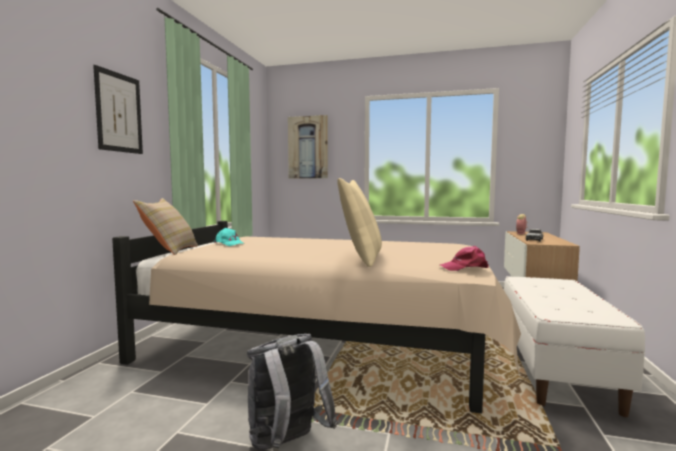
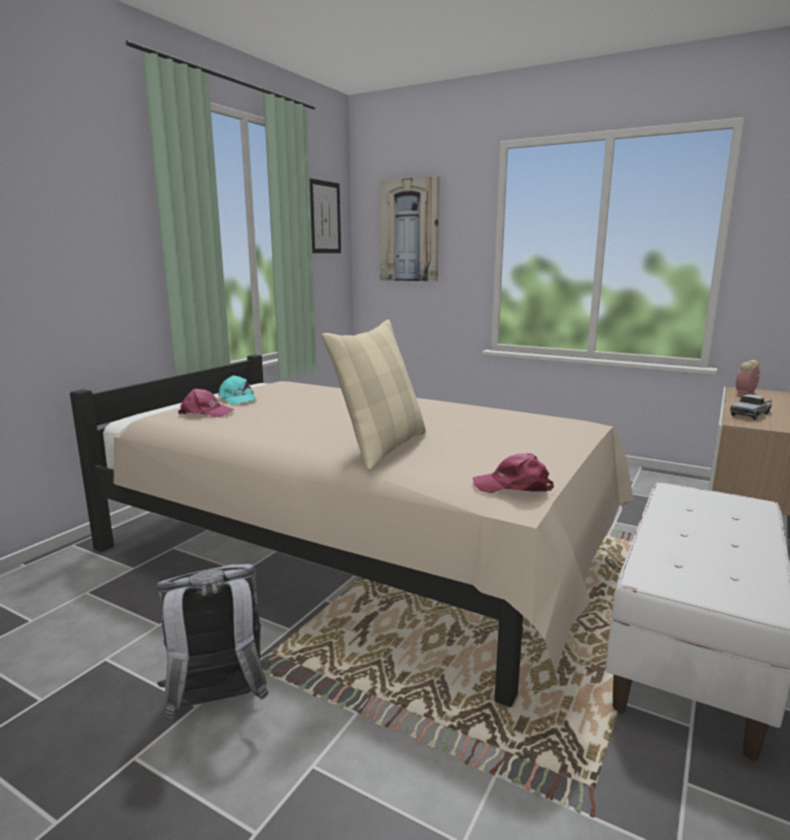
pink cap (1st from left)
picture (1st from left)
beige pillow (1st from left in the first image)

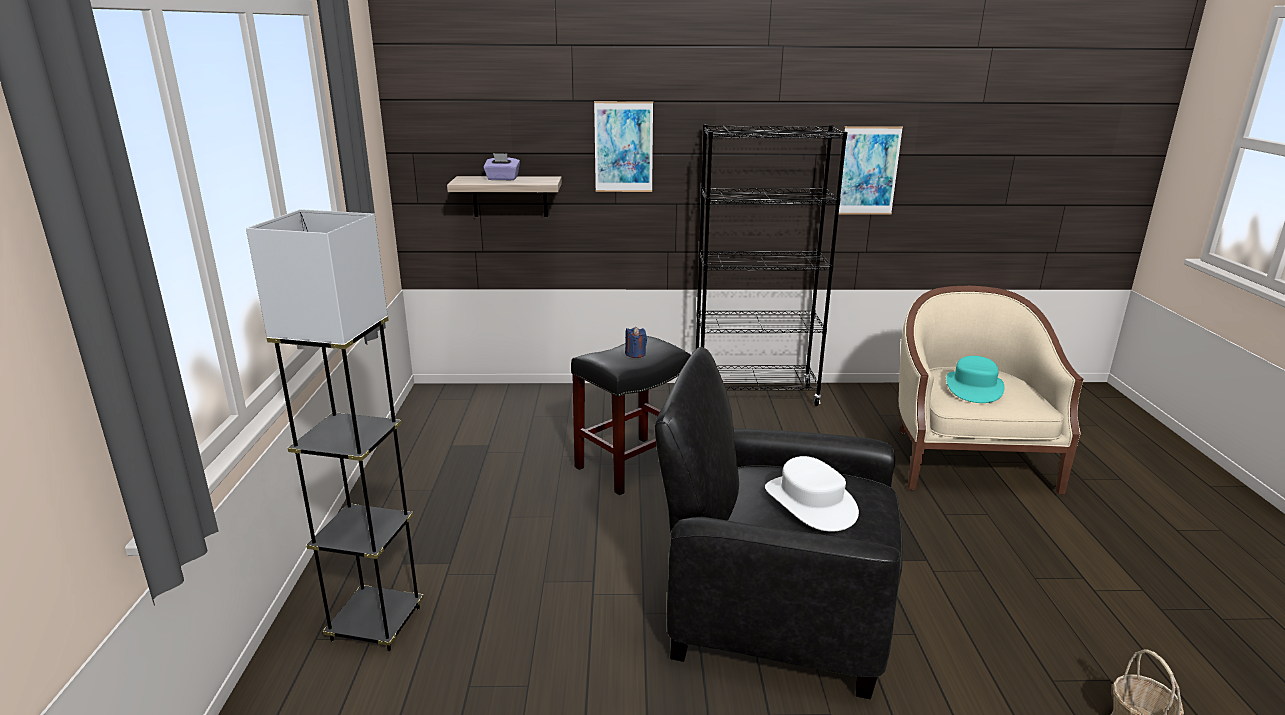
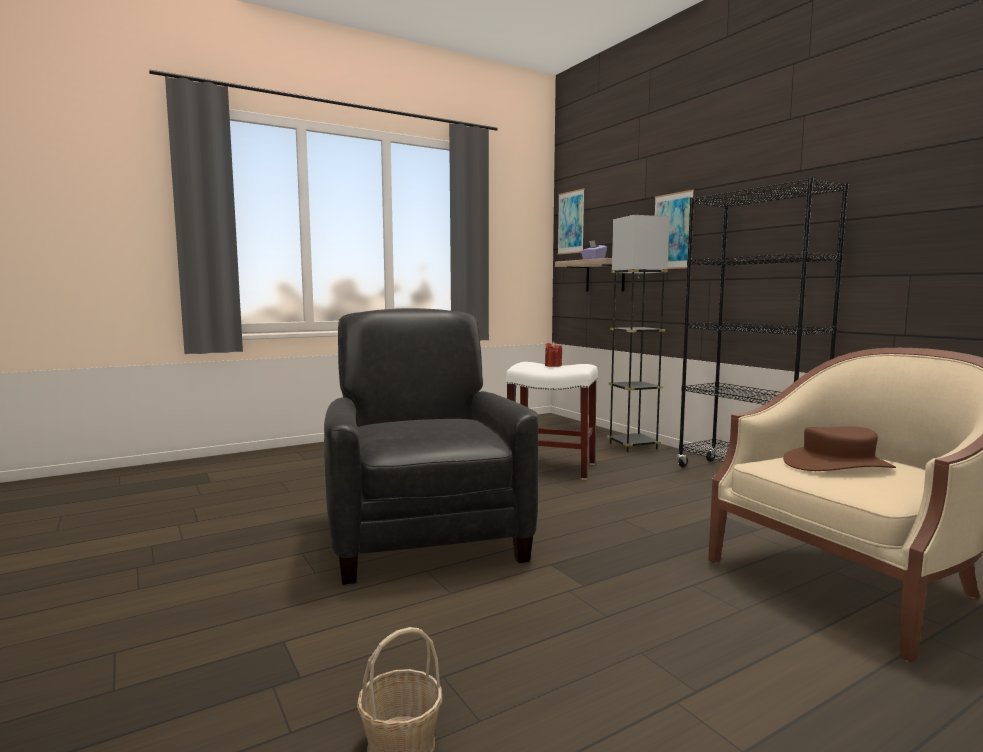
white stool
red candle
picture (1st from left)
grey floor lamp
brown hat
white hat

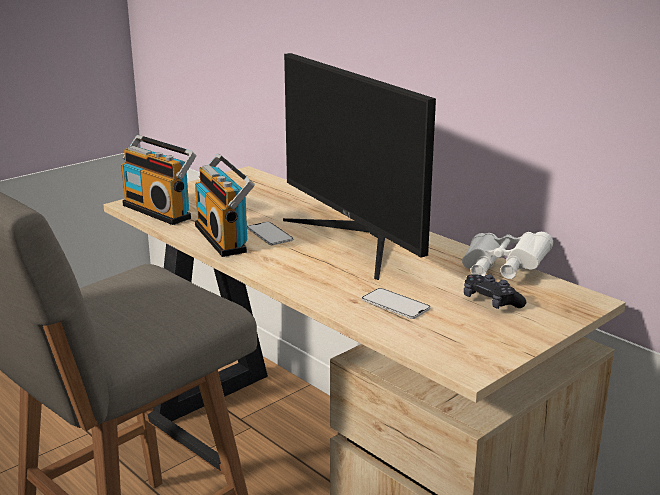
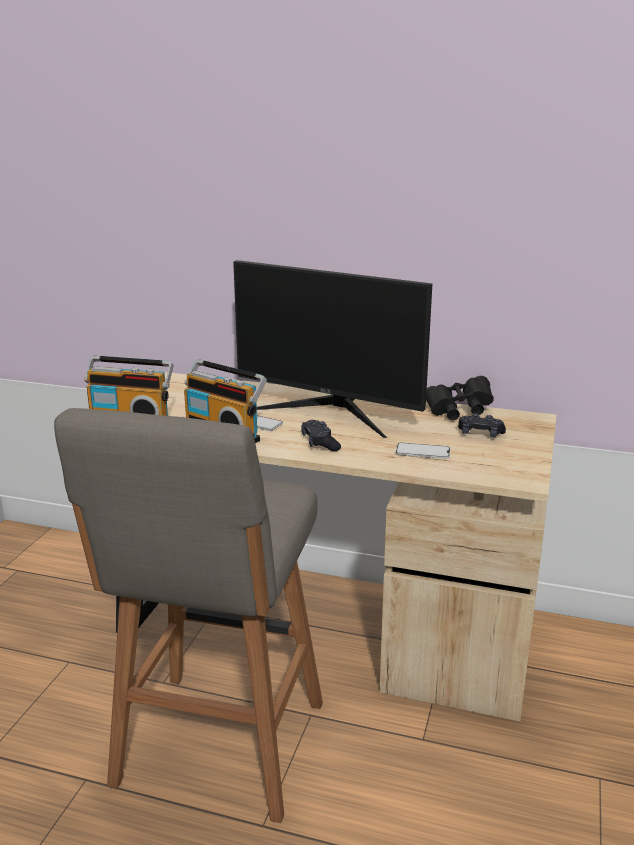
black game controller (1st from left)
black binoculars

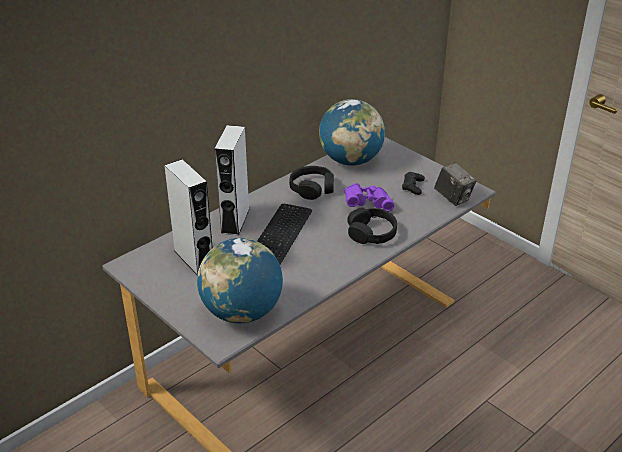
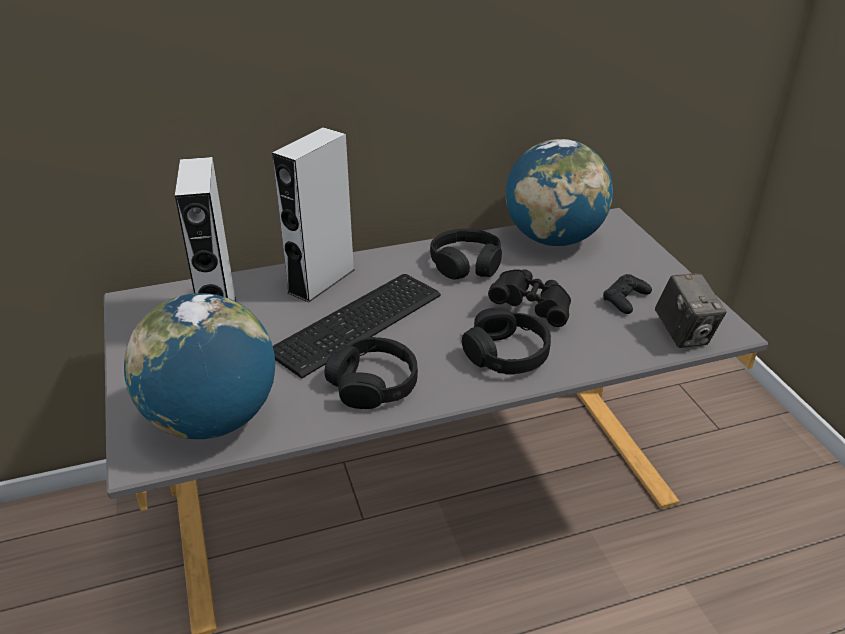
black headphones (1st from left)
black binoculars

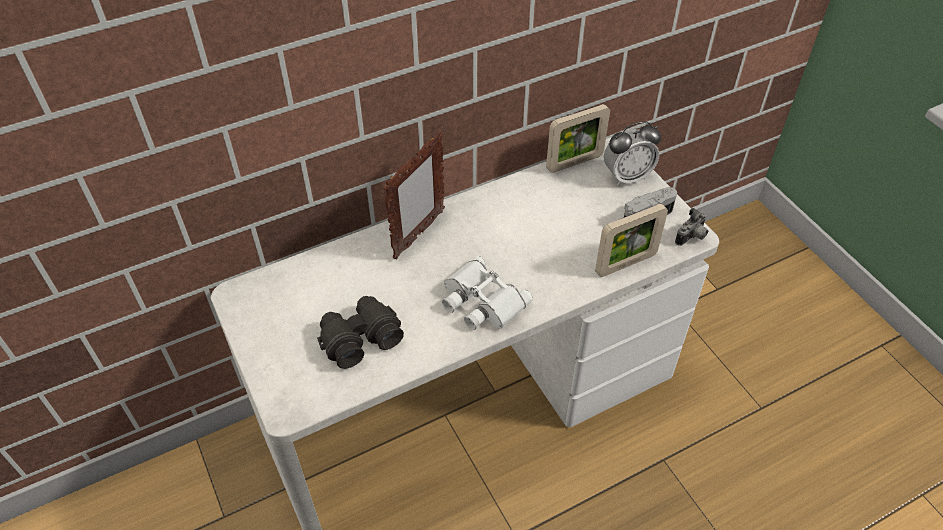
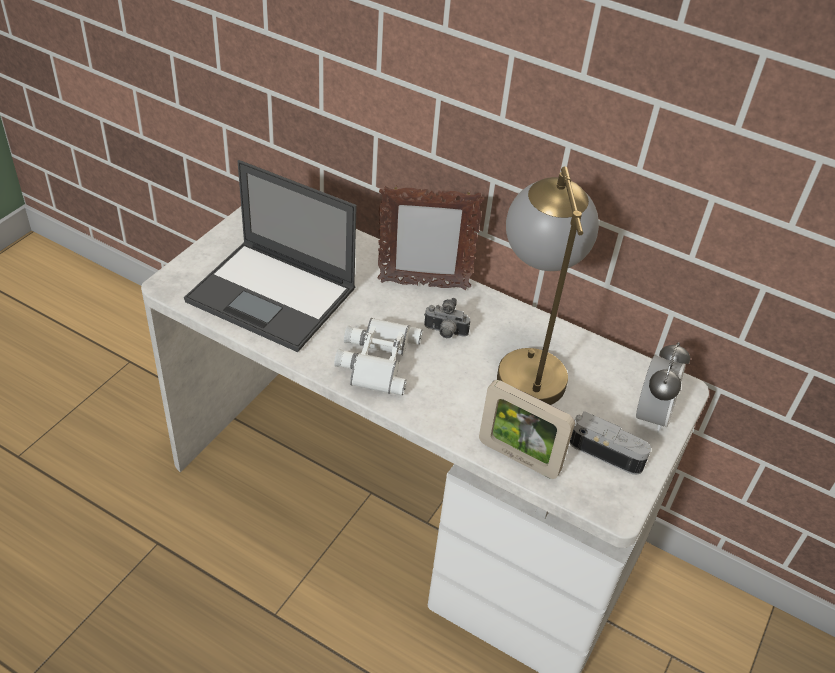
laptop
photo camera (1st from left)
table lamp
alarm clock
picture frame (2nd from left in the first image)

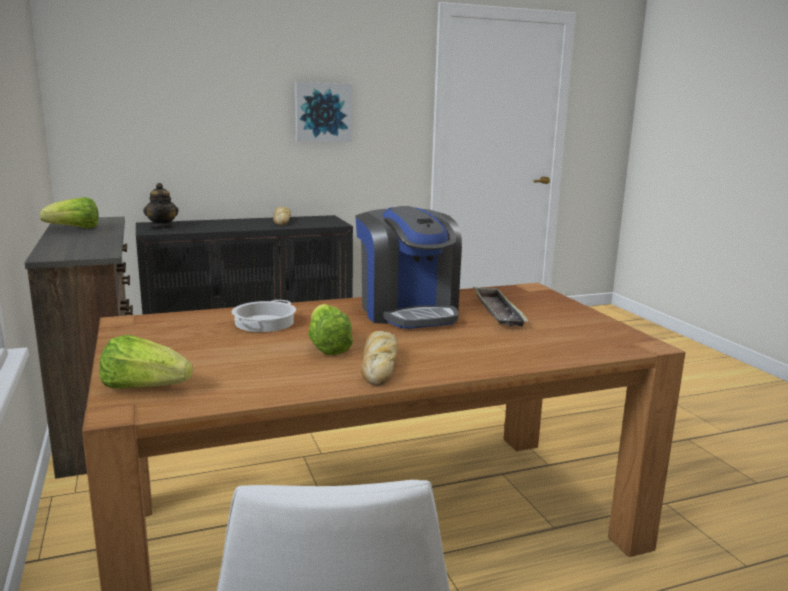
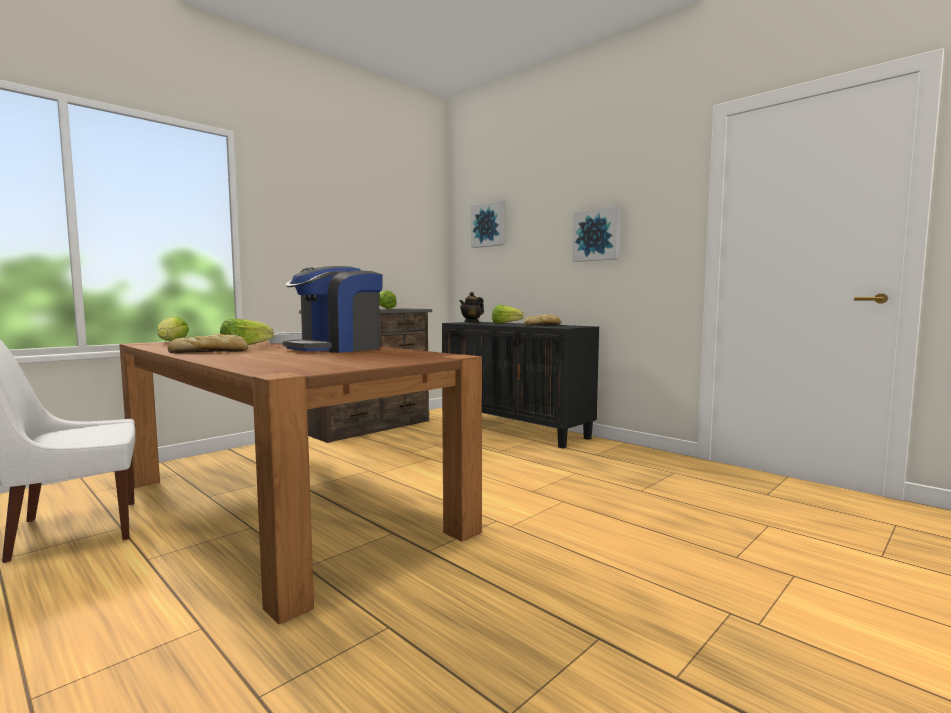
picture (1st from left)
lettuce (4th from left)
tray

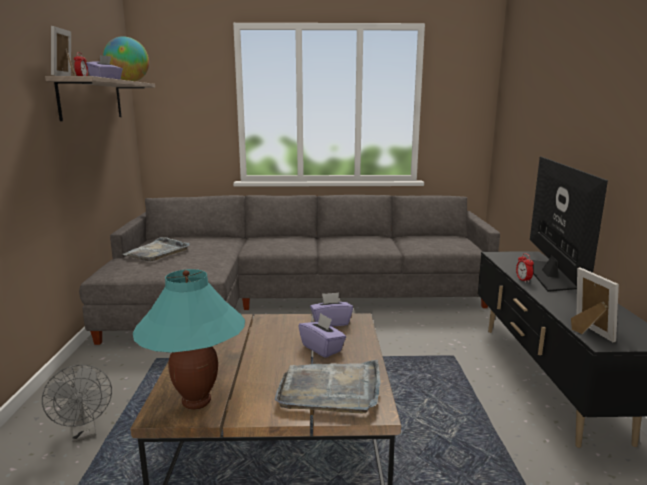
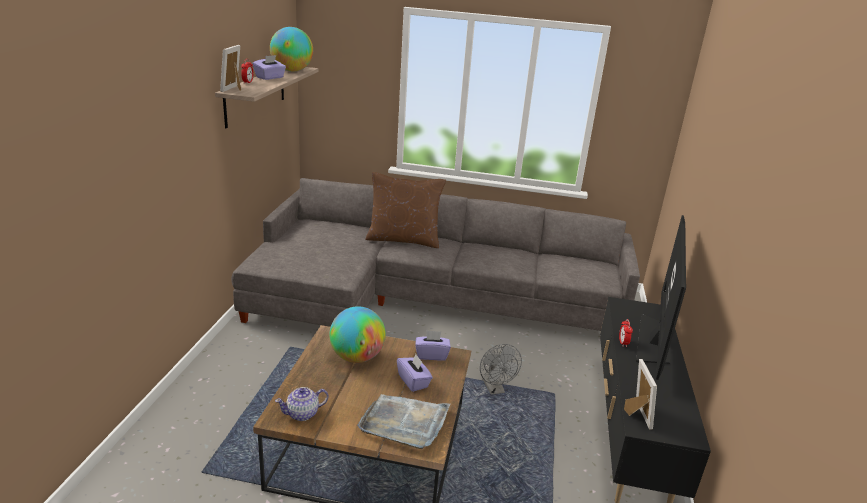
teapot
globe (2nd from left)
brown pillow
grey fan
grey tray (1st from left in the first image)

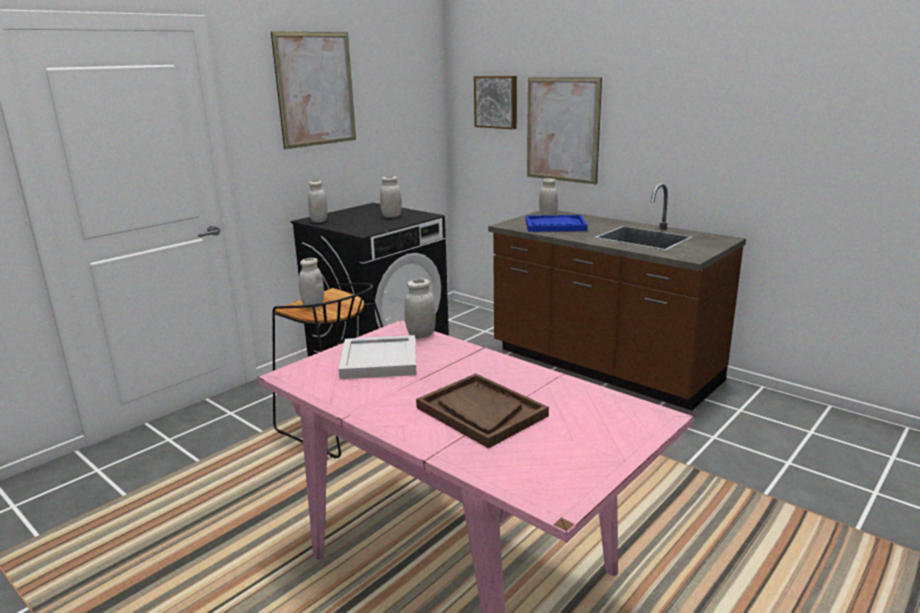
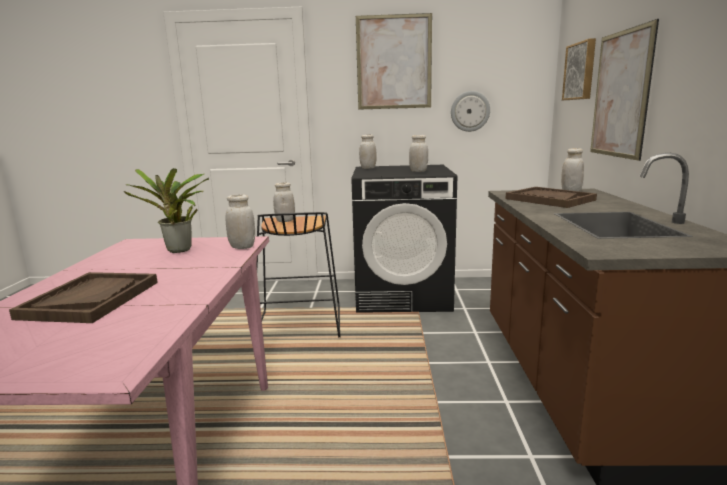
potted plant
wall clock
brown tray (2nd from left)

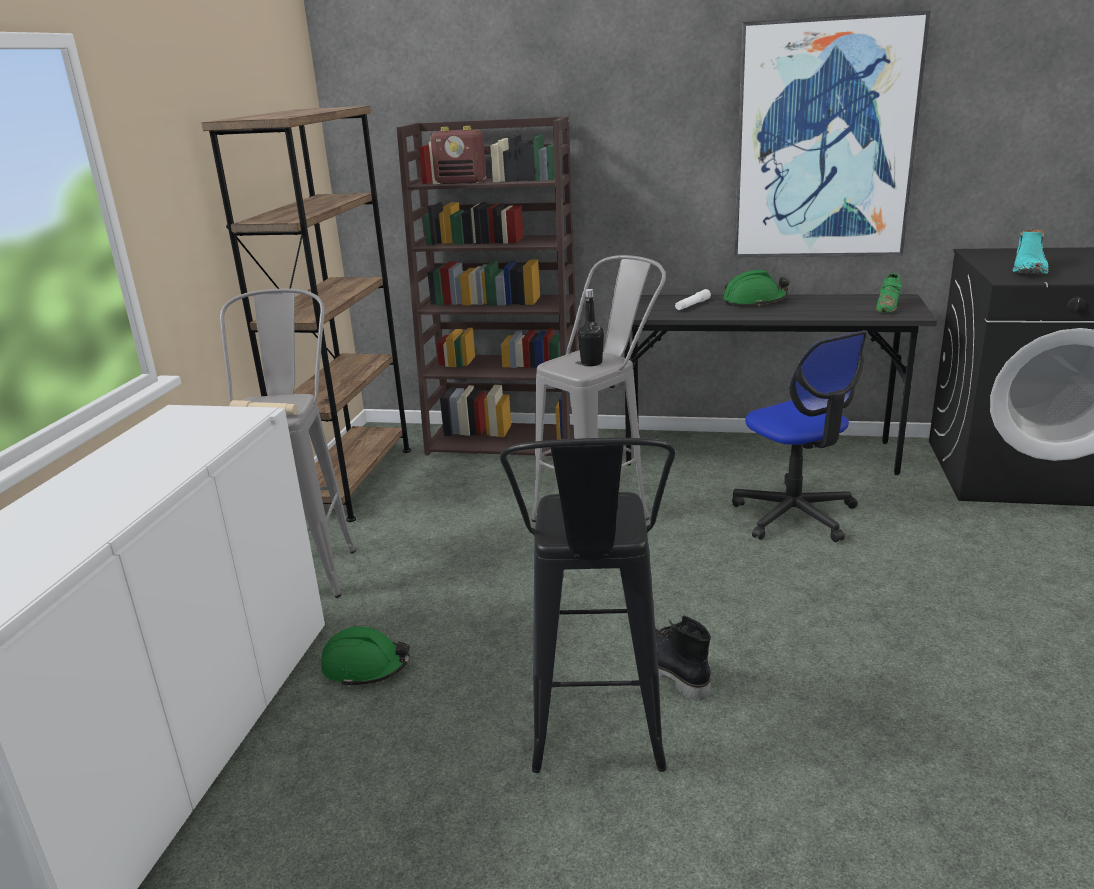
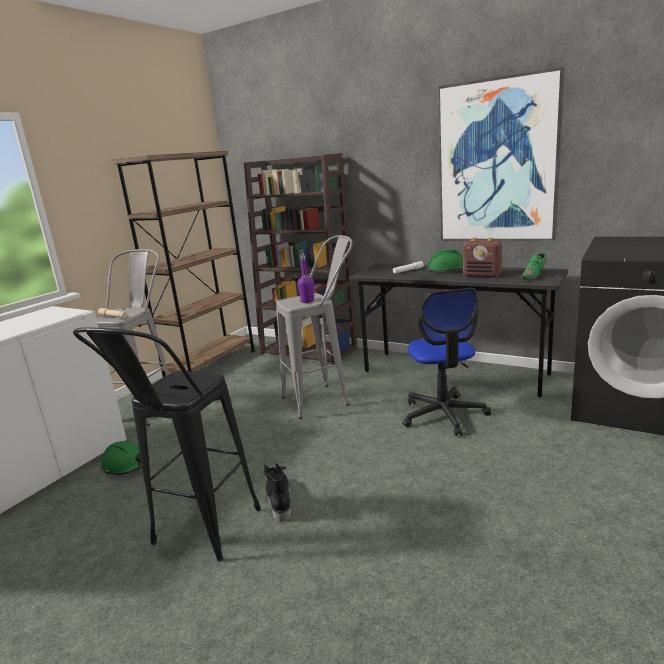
purple bottle
radio
turquoise boot

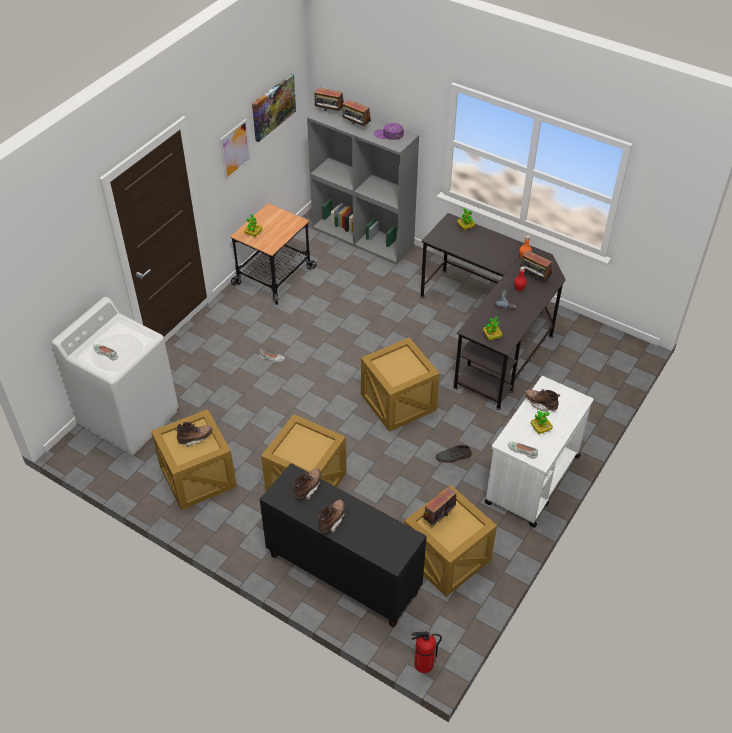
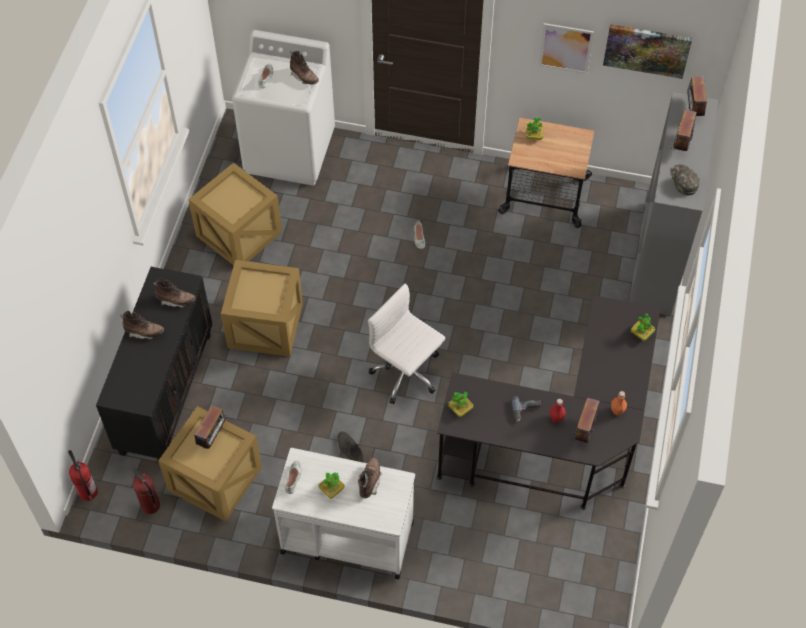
fire extinguisher (2nd from left)
radio (1st from left)
brown boot (3rd from left)
white office chair
green cap

